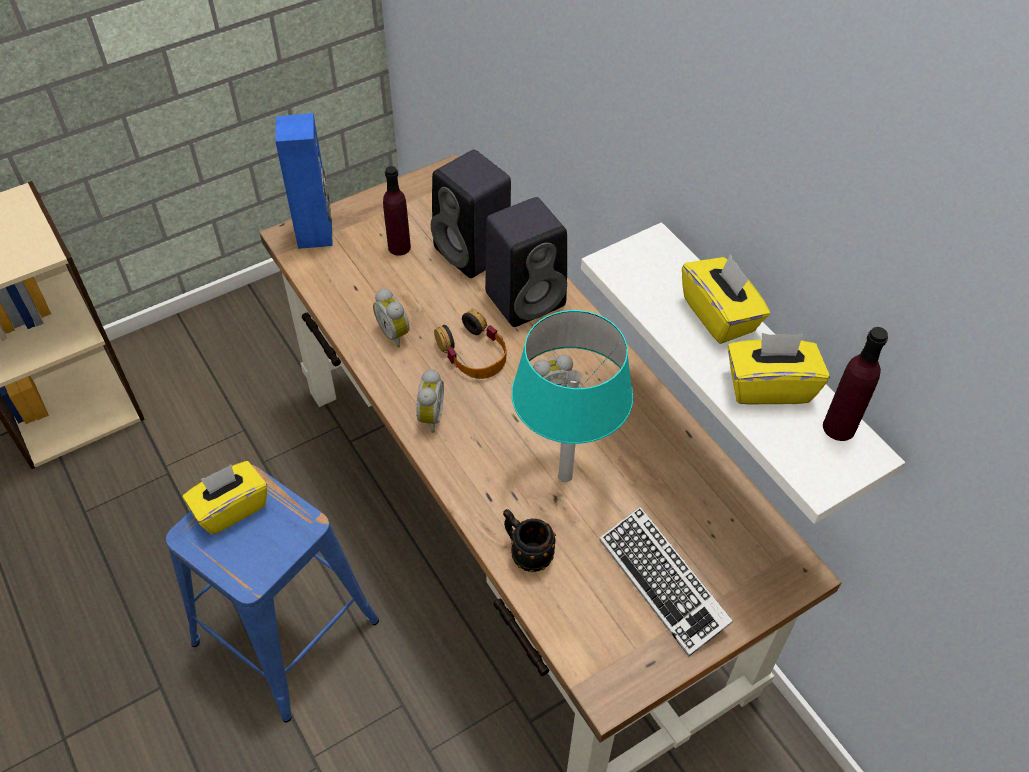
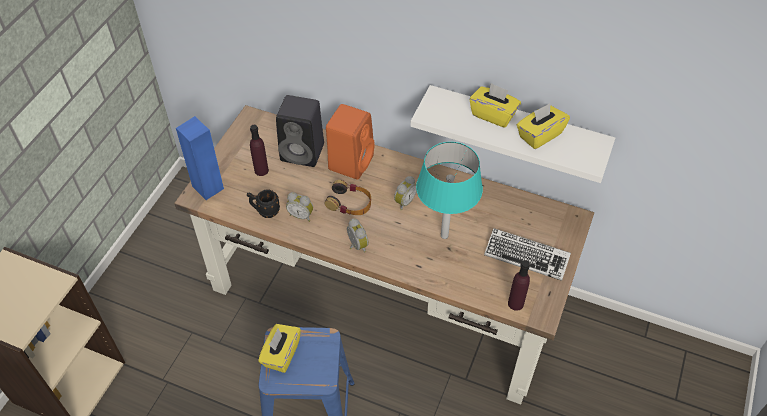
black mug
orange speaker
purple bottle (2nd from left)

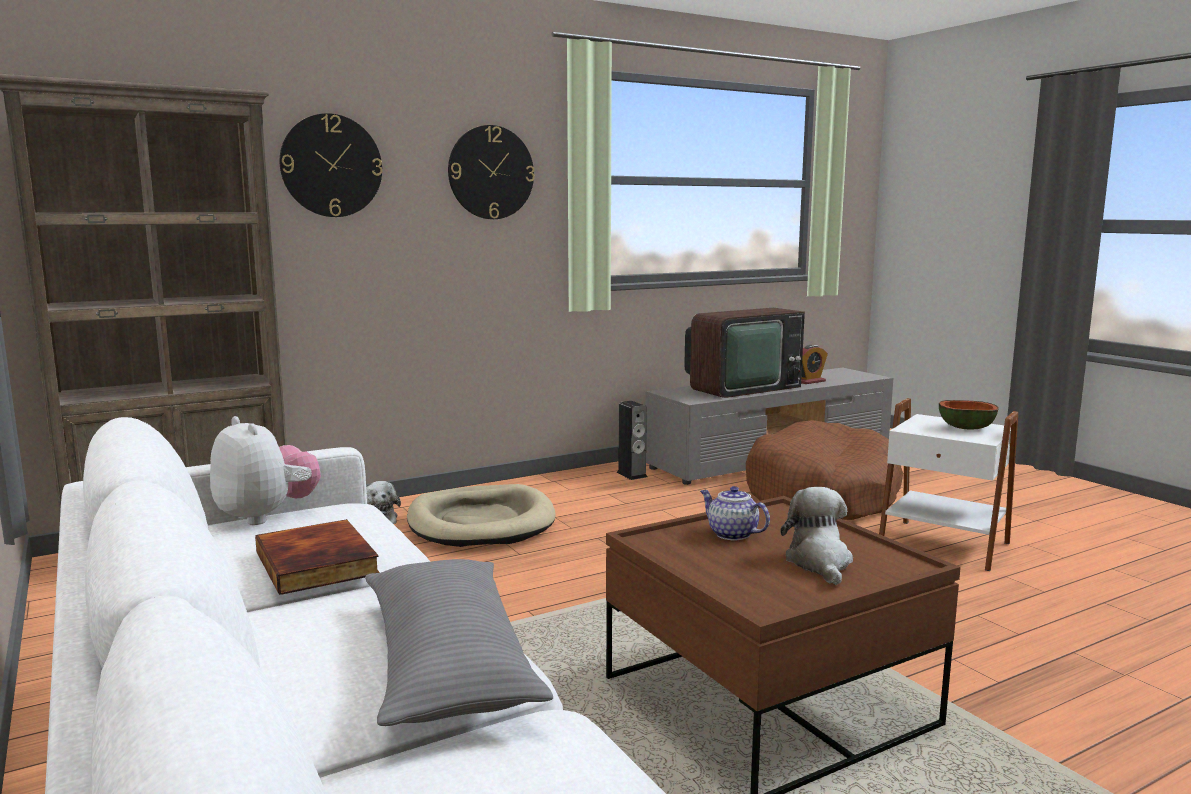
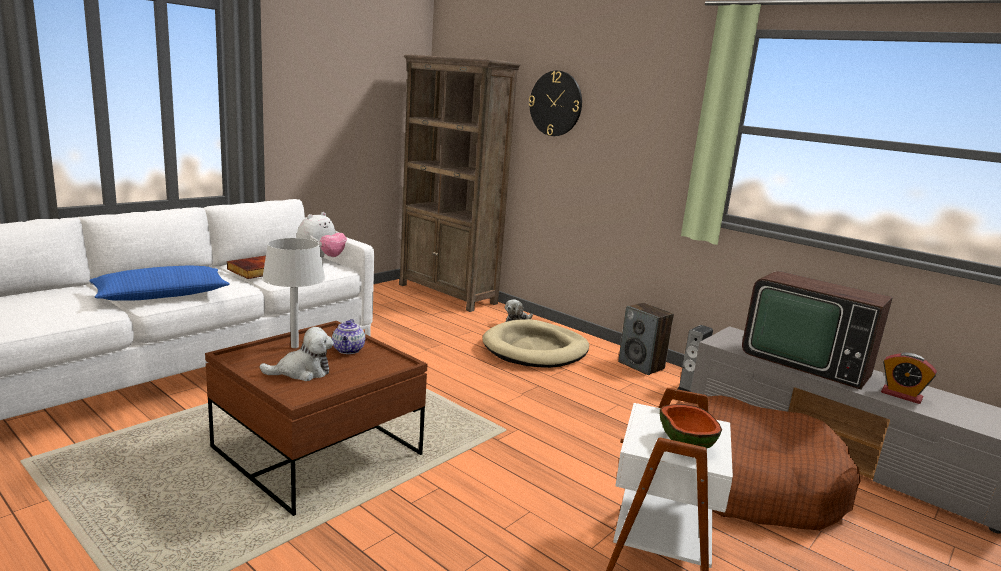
blue pillow
grey table lamp
teapot
speaker (1st from left)
wall clock (2nd from left in the first image)

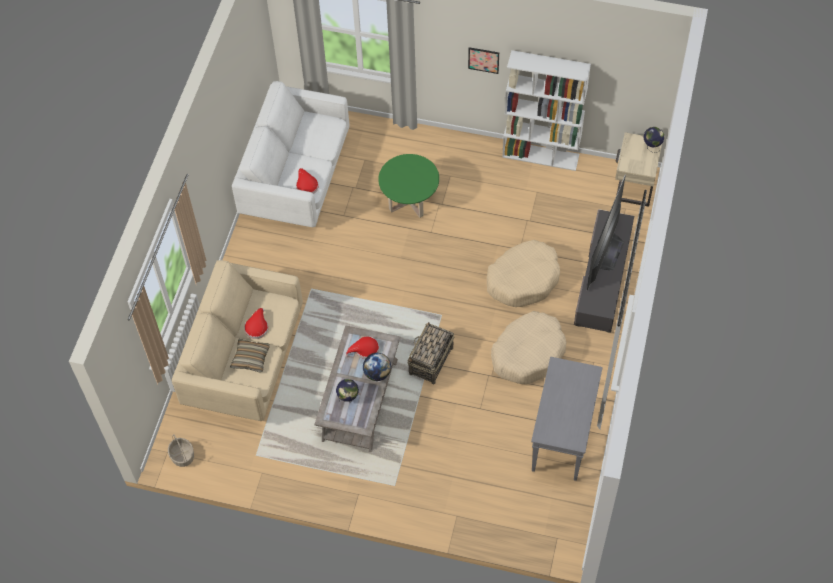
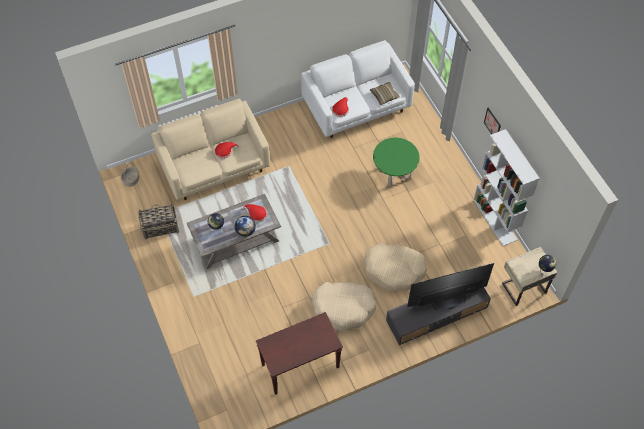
basket (2nd from left)
brown console table
pillow

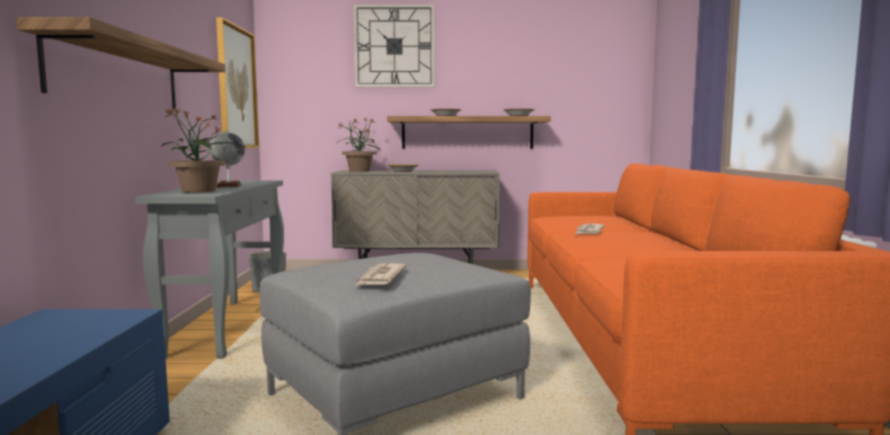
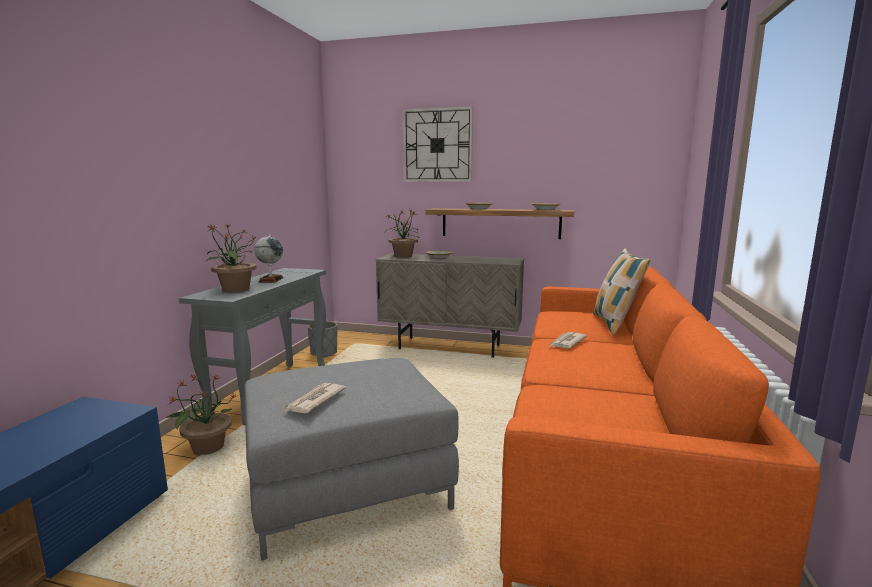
potted plant (1st from left)
pillow
shelf (1st from left in the first image)
picture

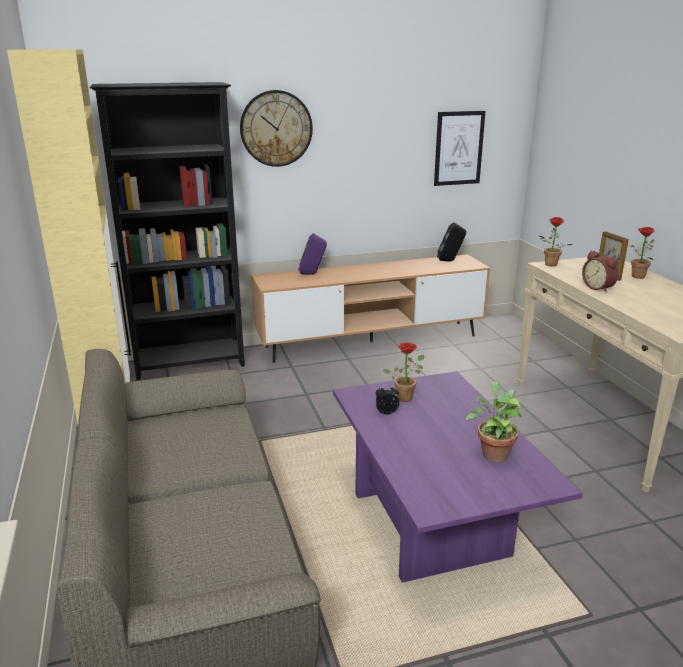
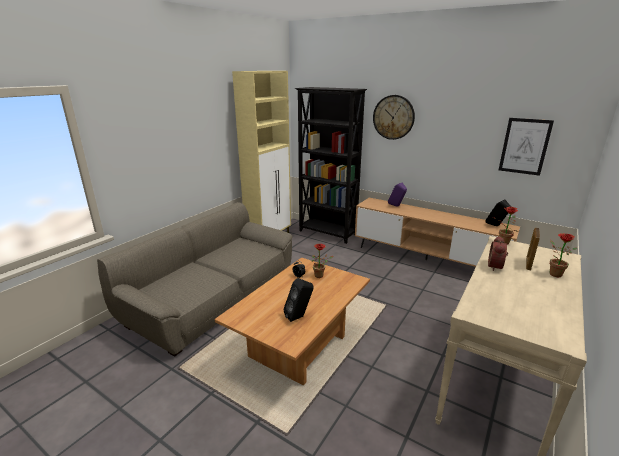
brown coffee table
black speaker (1st from left)

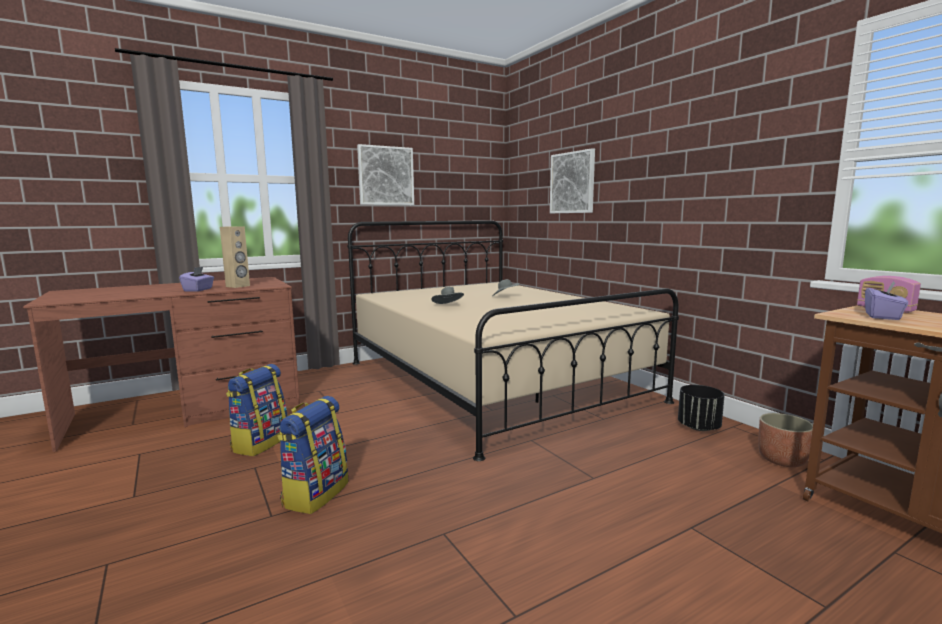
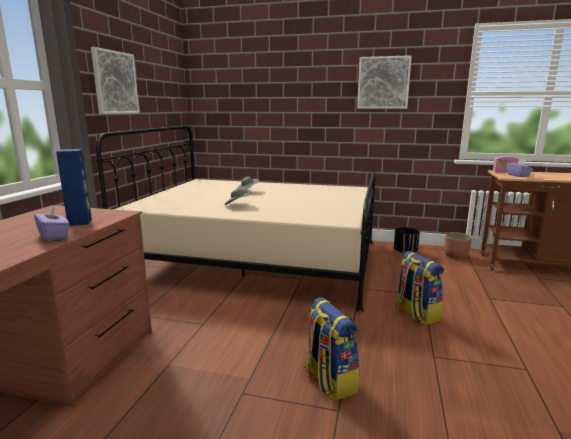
blue speaker
picture (2nd from left)
backpack (2nd from left)

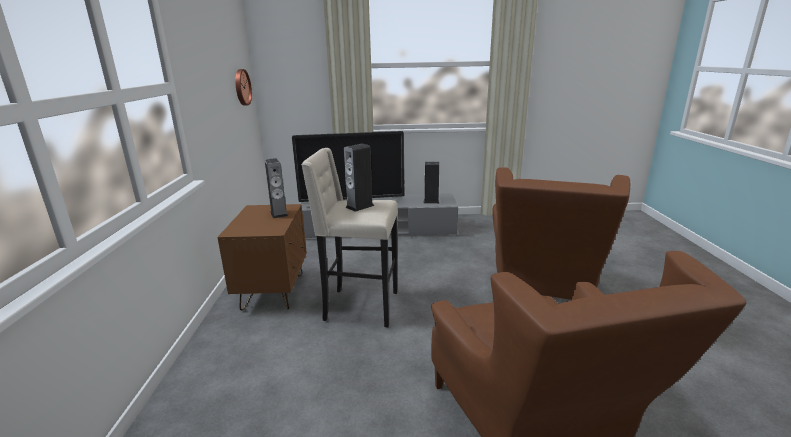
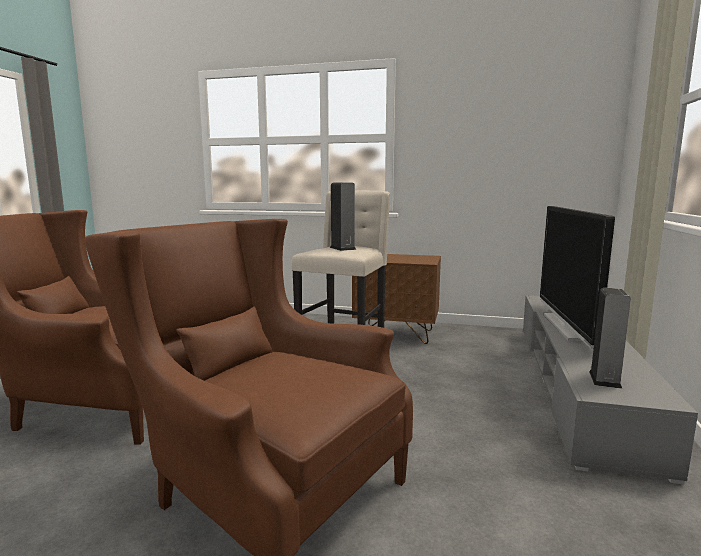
wall clock
speaker (1st from left in the first image)

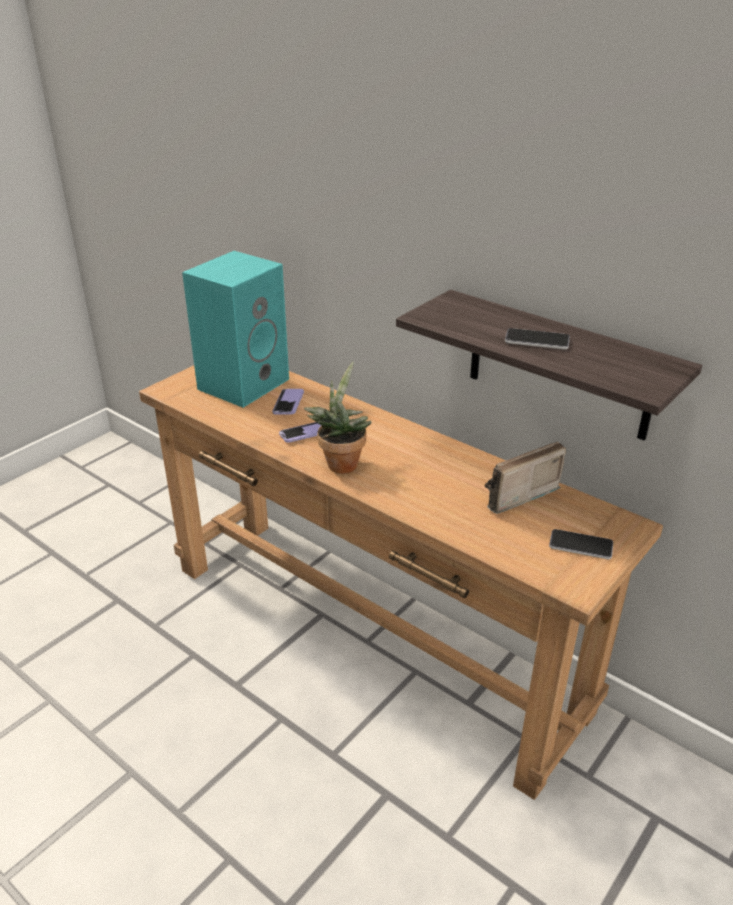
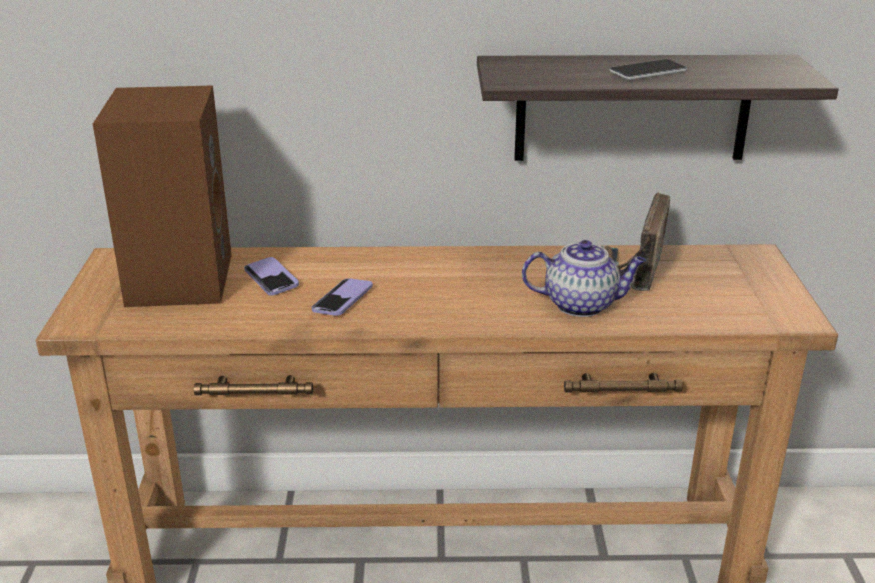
brown speaker
teapot
potted plant
phone (4th from left in the first image)

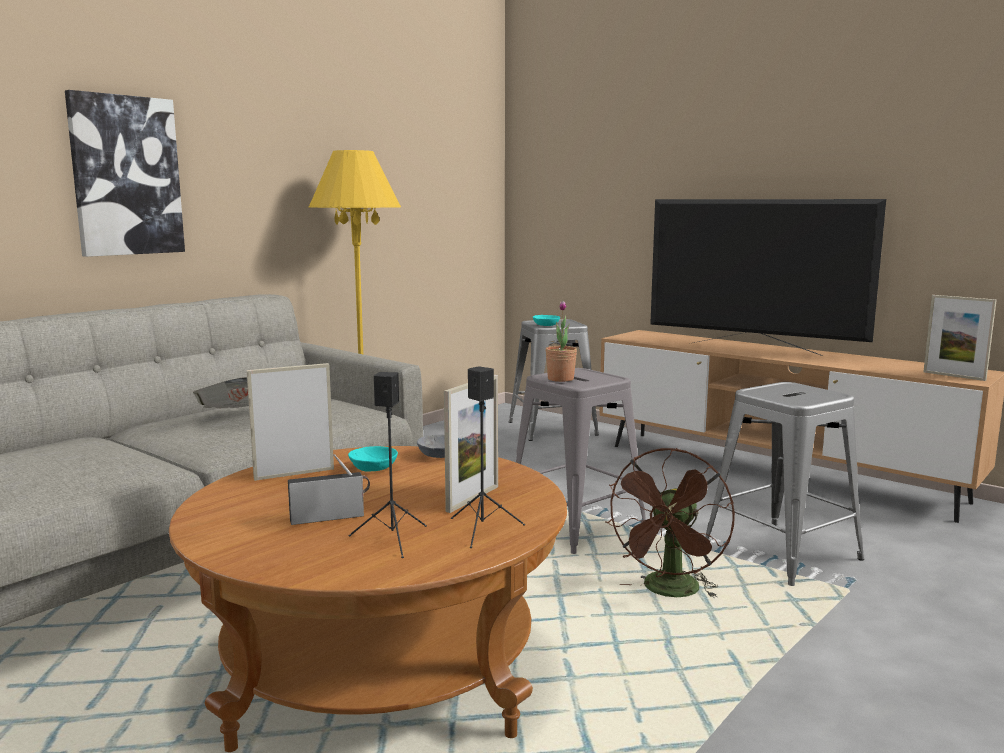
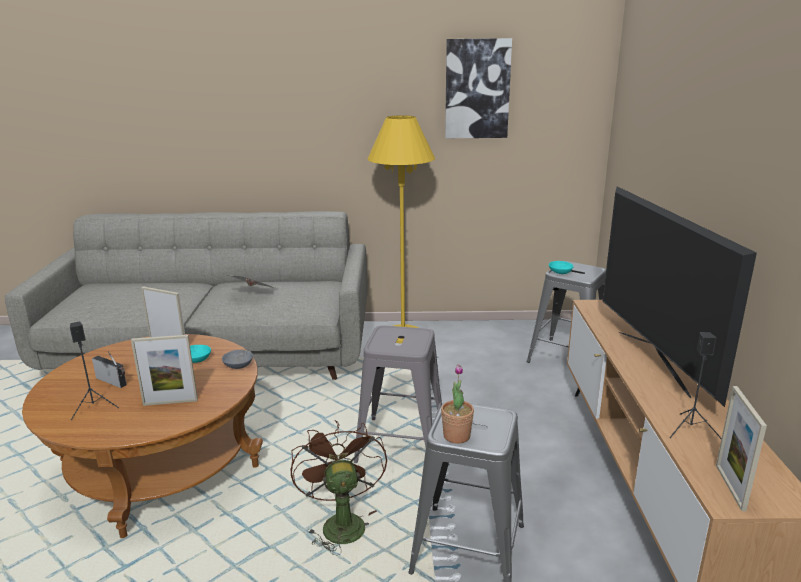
brown fan
potted plant
picture
black speaker (2nd from left)

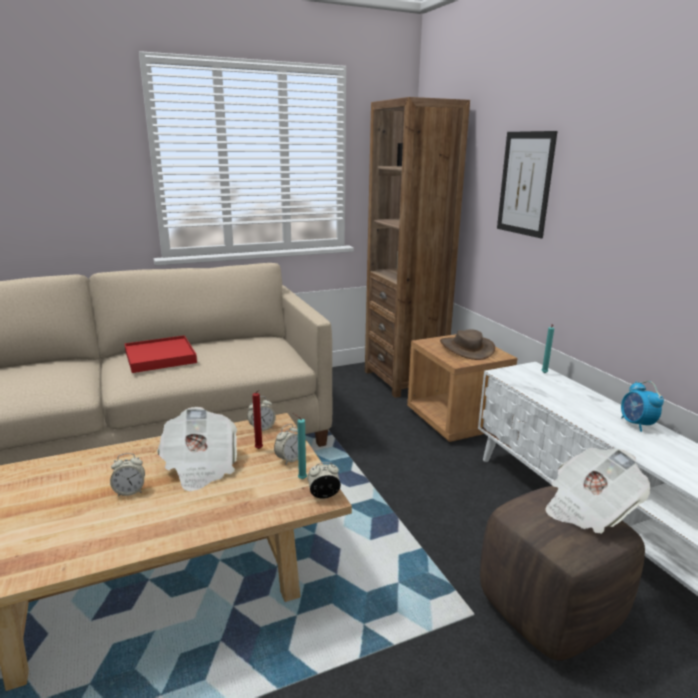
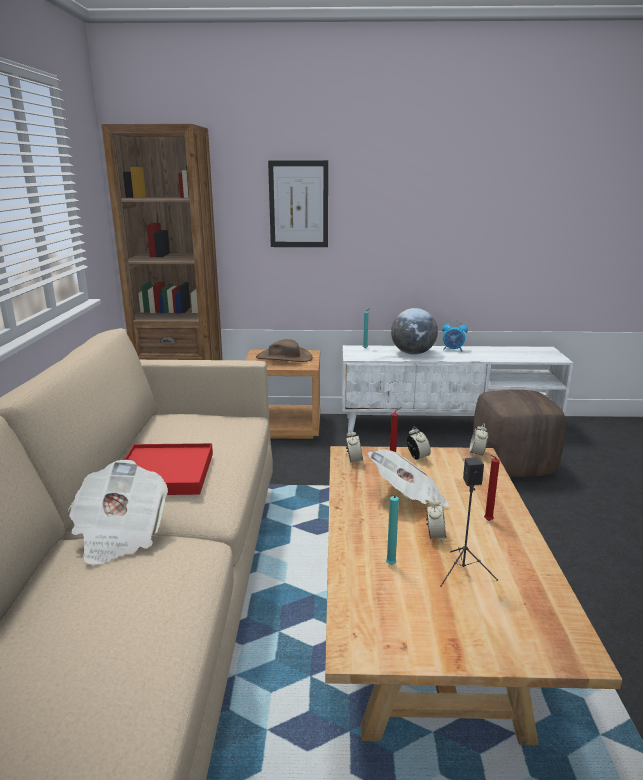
newspaper (1st from left)
turquoise candle (2nd from left)
globe
black speaker
red candle (2nd from left)

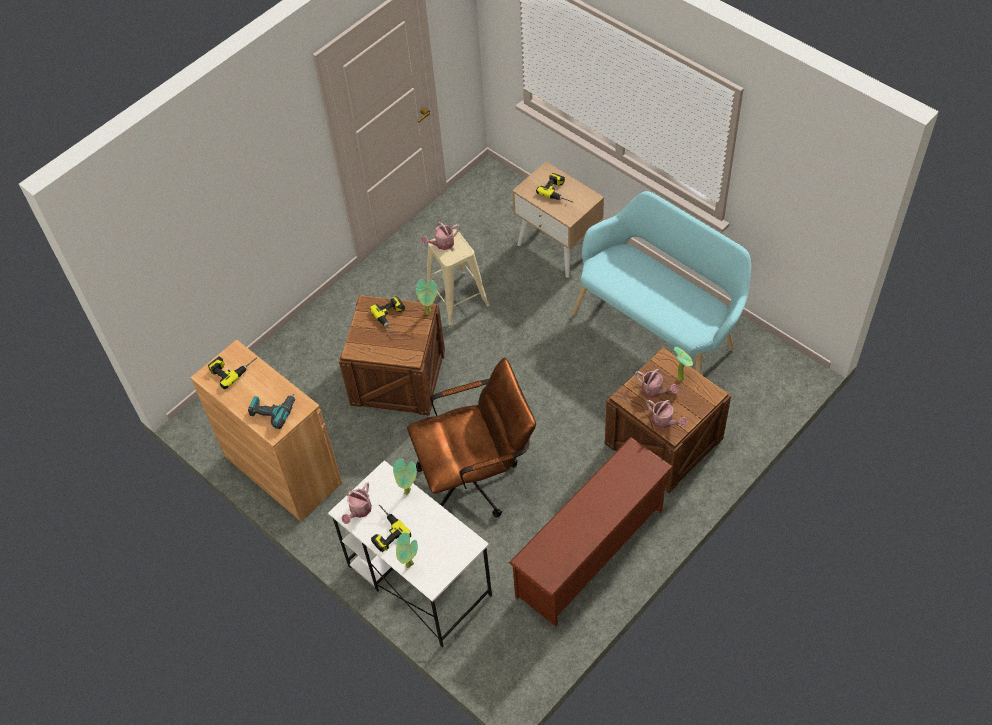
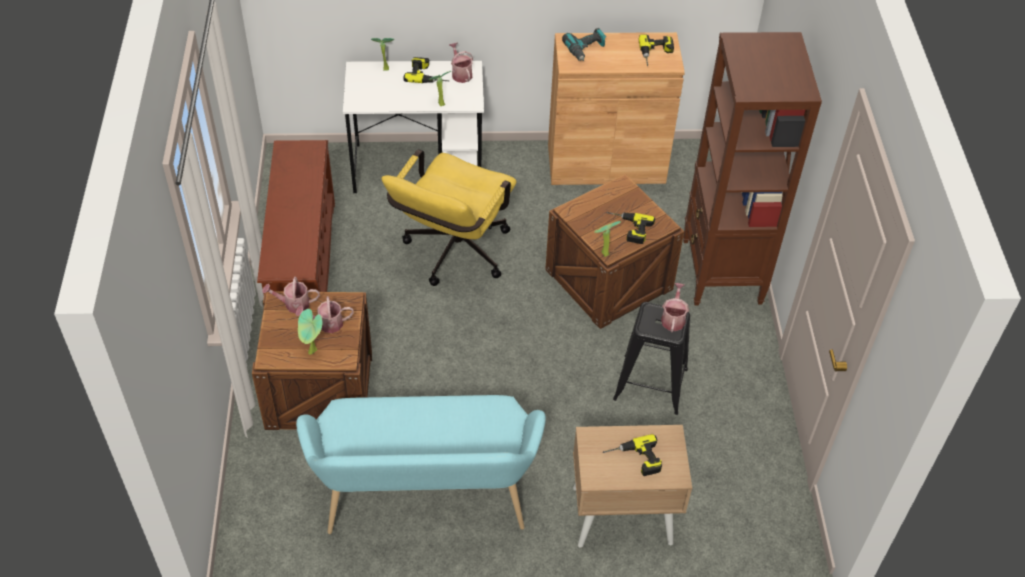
yellow office chair
black stool
brown bookcase

